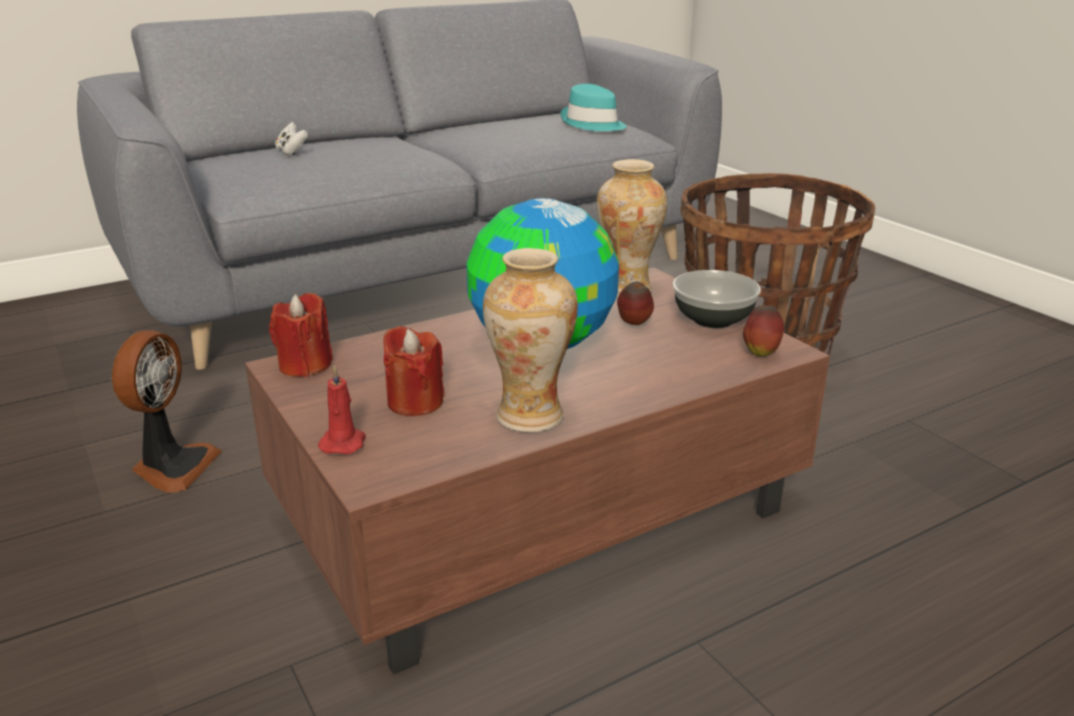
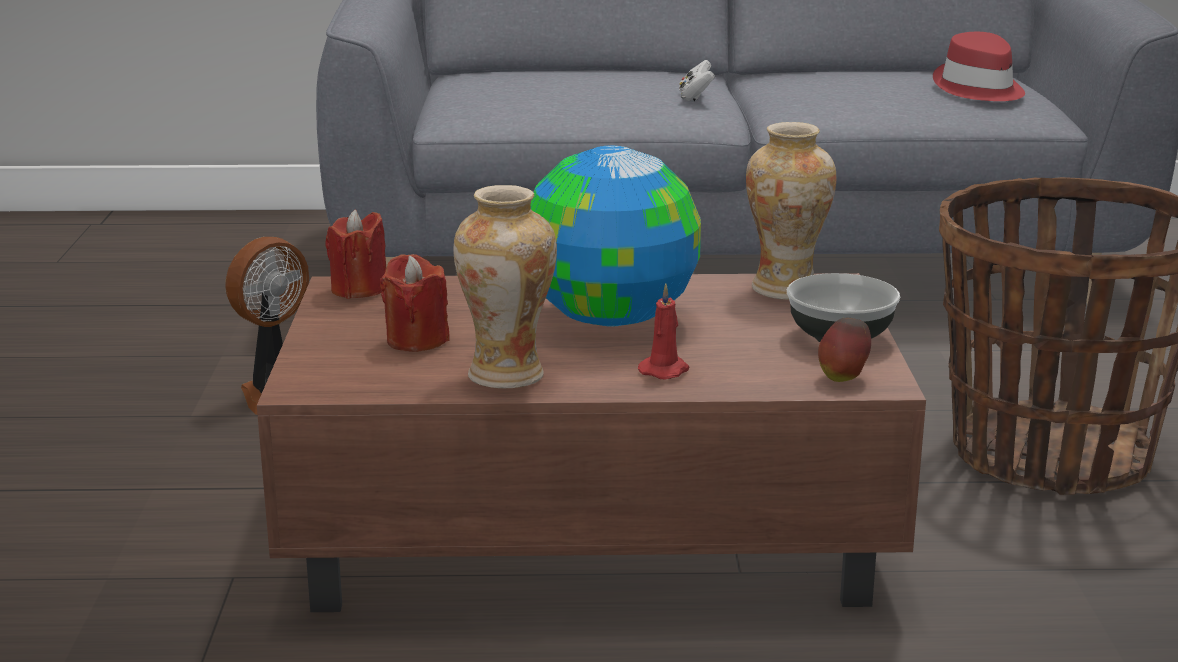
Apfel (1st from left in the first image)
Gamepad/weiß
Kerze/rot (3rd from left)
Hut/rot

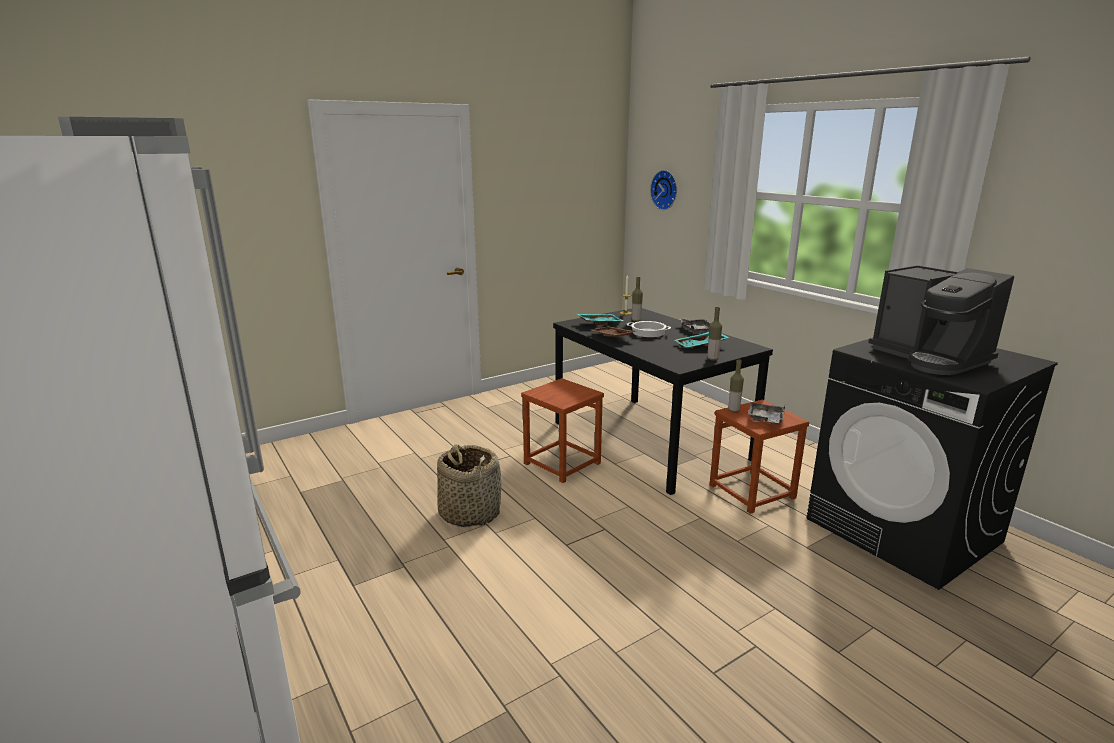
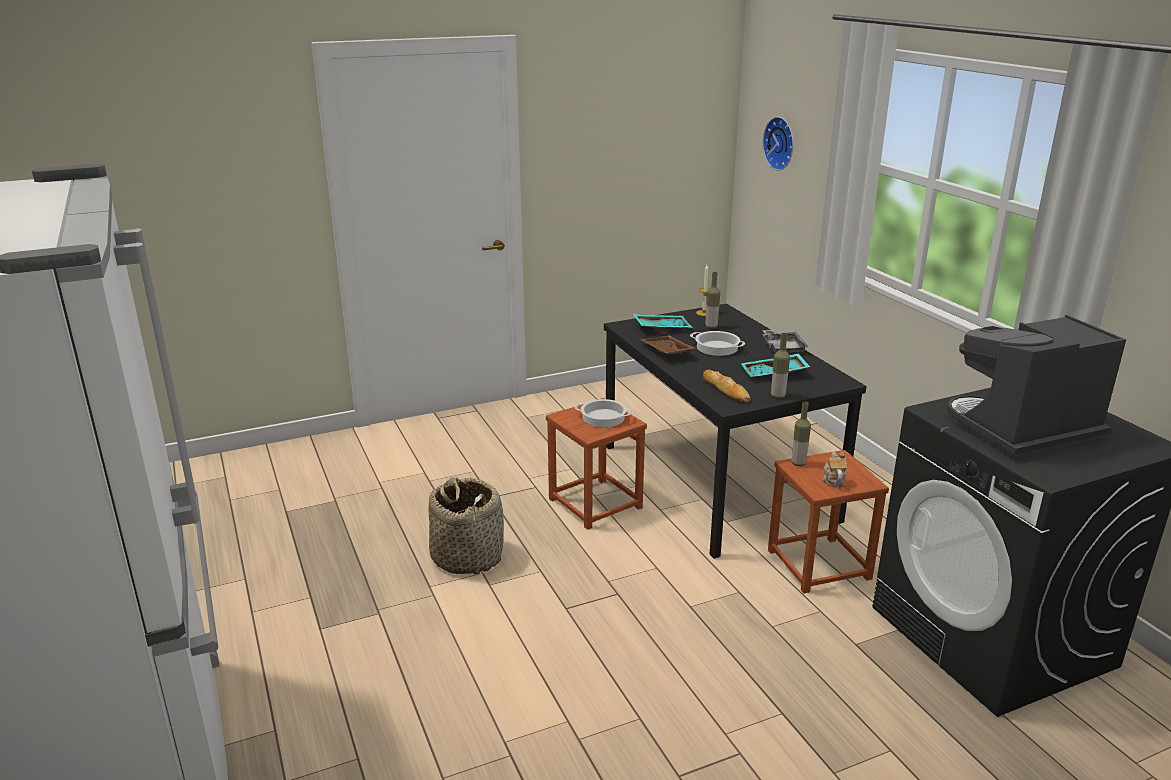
Kochtopf (1st from left)
Brot
Teekanne
Kaffeemaschine

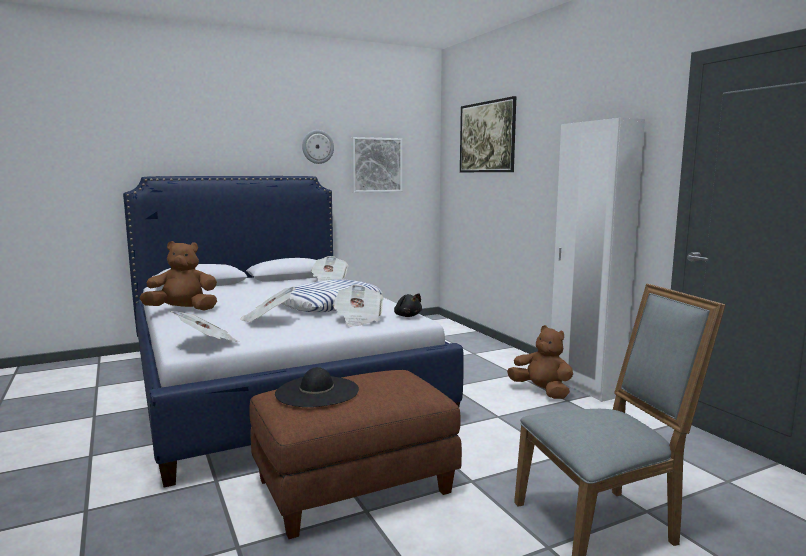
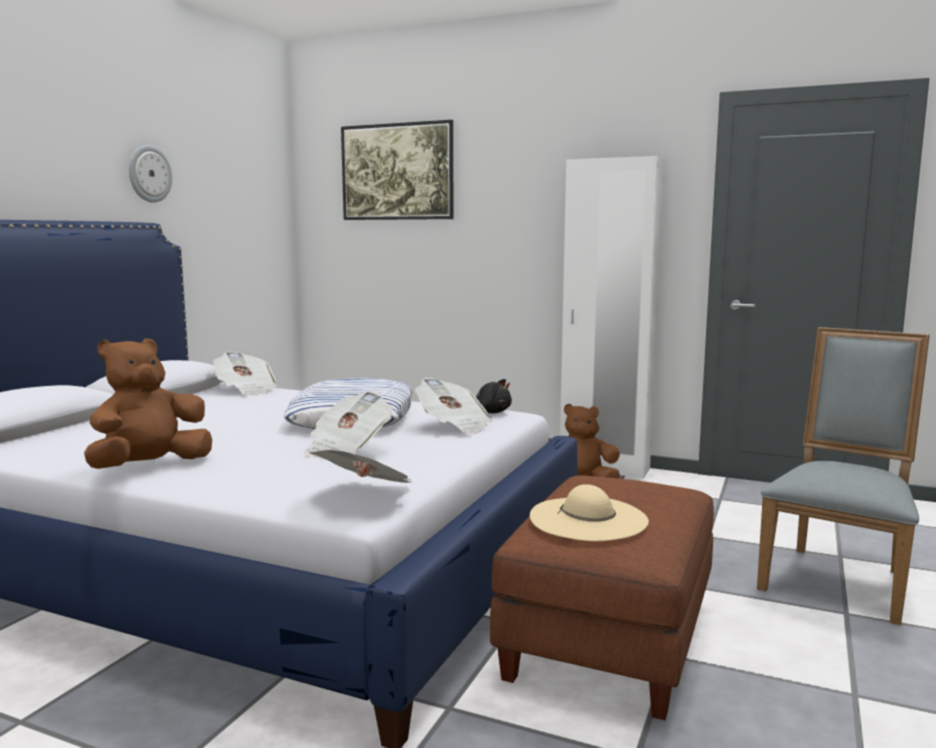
Bild (1st from left in the first image)
Hut/beige

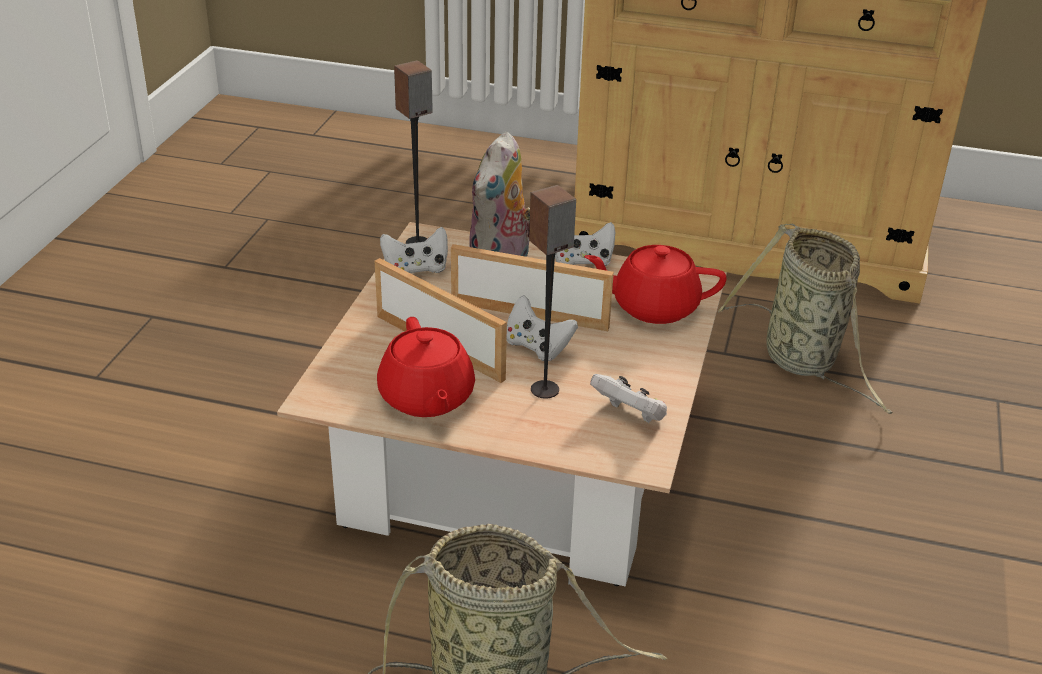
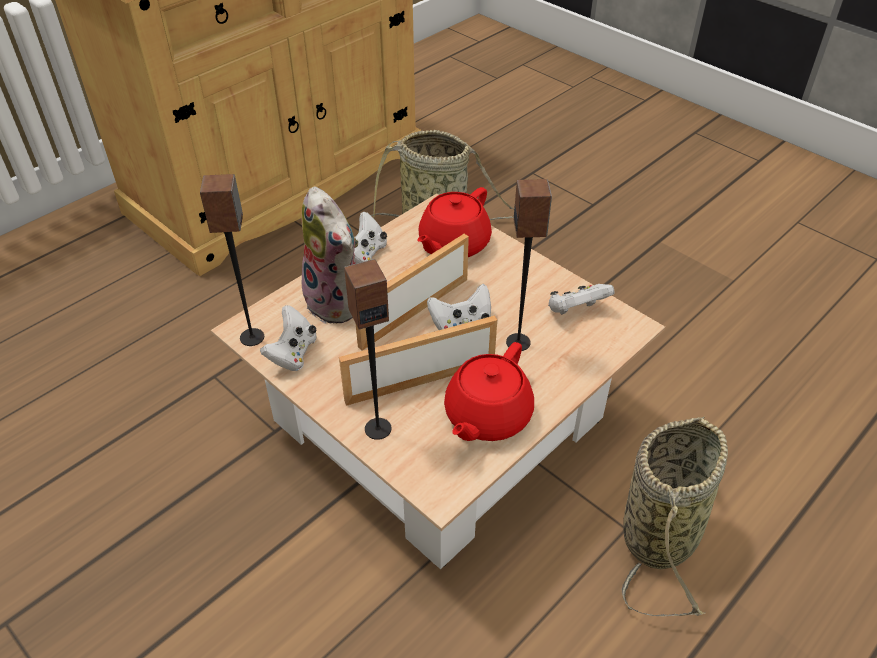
Lautsprecher (2nd from left)
Teekanne/rot (2nd from left)

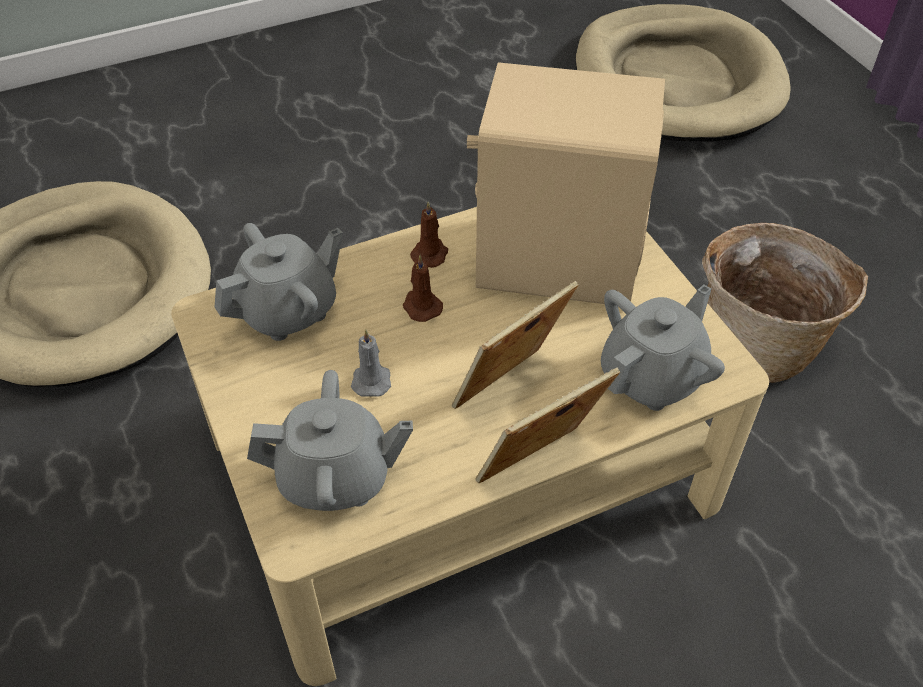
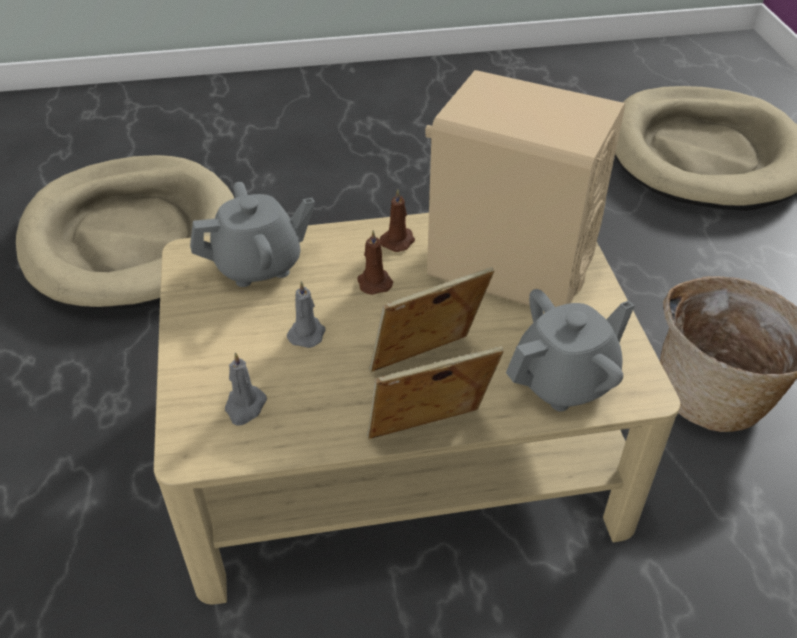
Kerze/grau (1st from left)

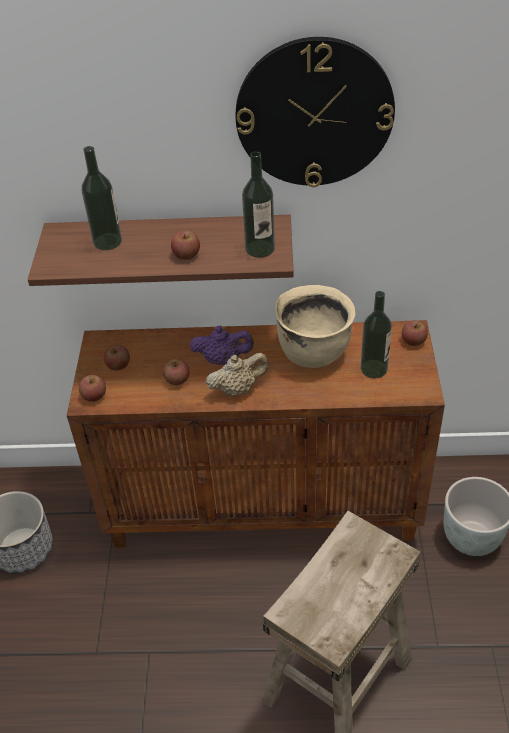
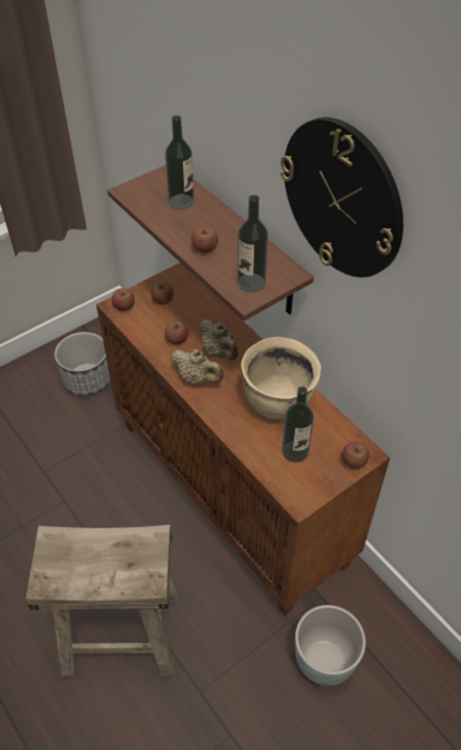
Teekanne/beige (2nd from left)

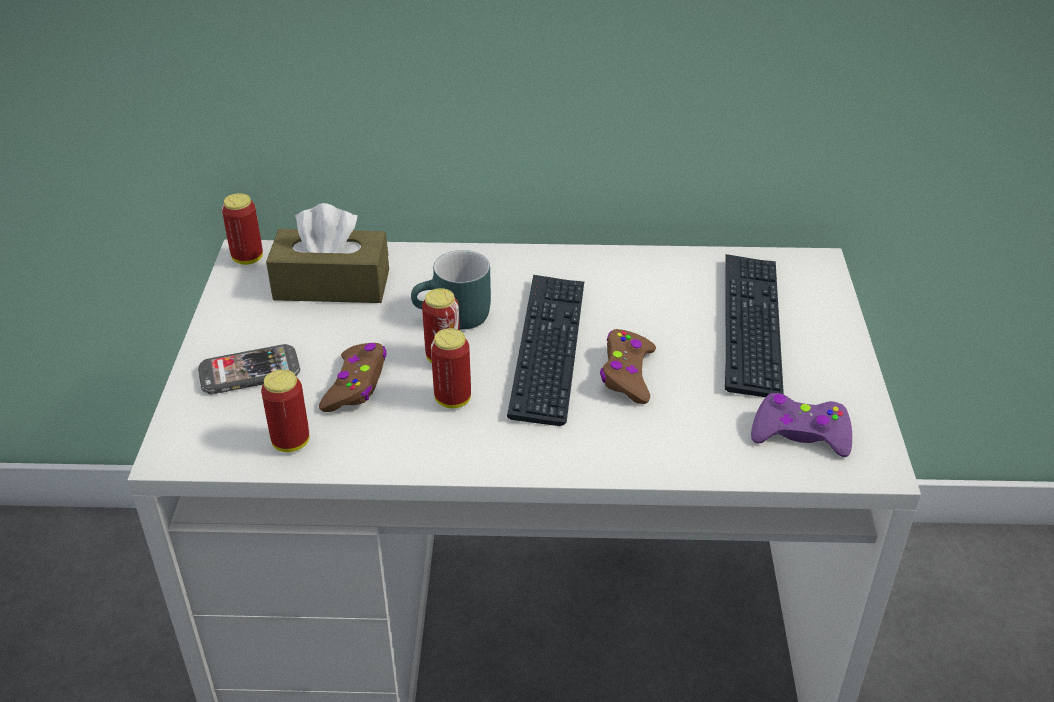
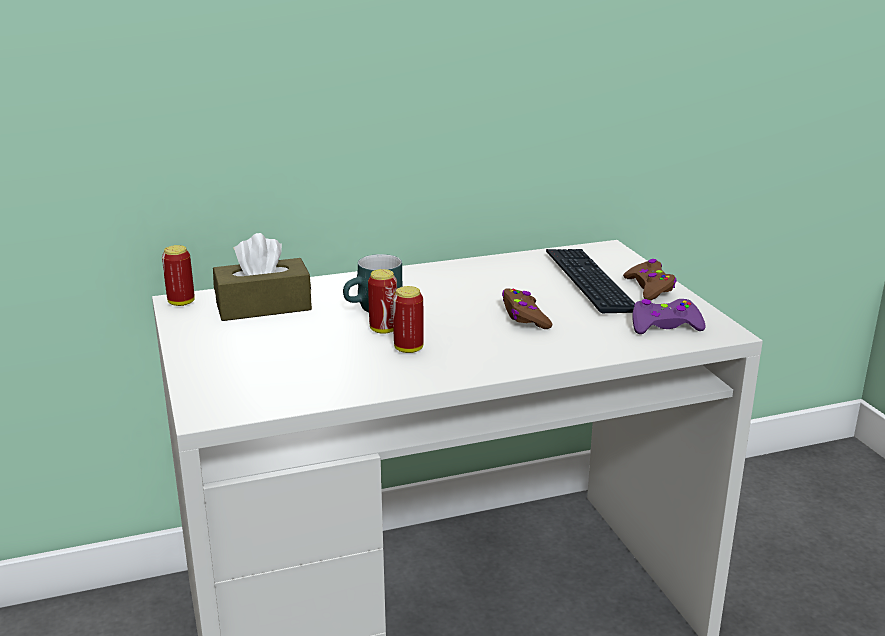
Handy
Dose (2nd from left in the first image)
Tastatur (1st from left in the first image)
Gamepad/braun (2nd from left)

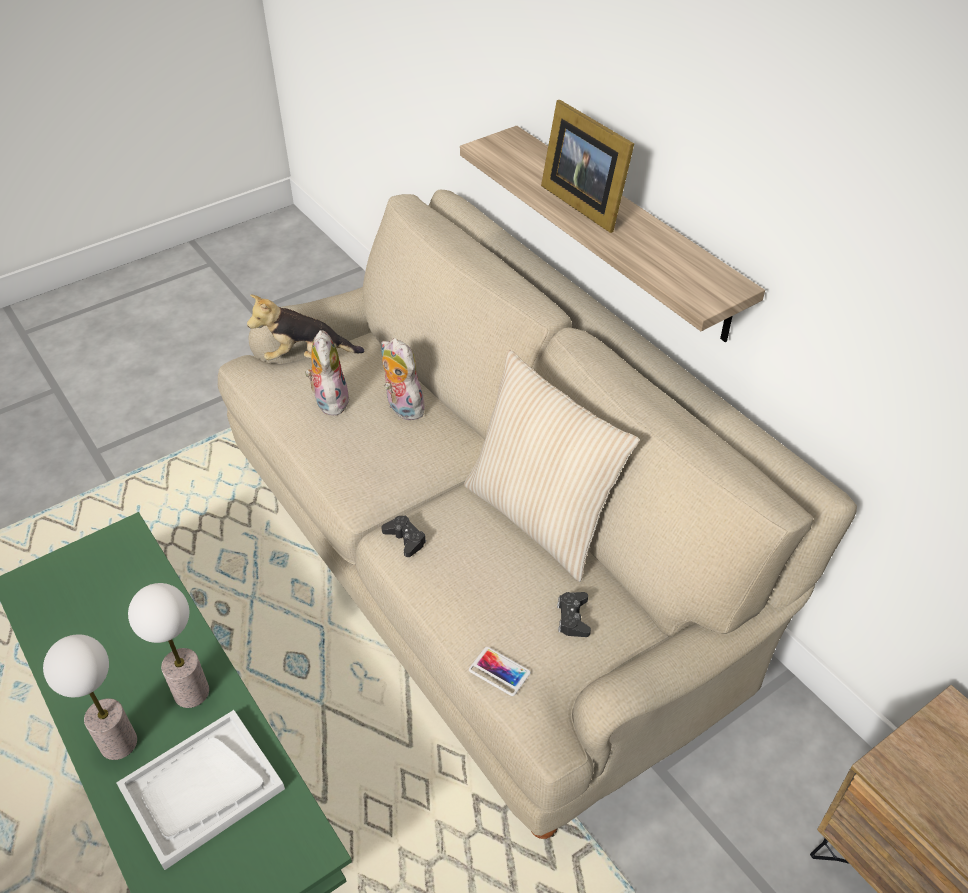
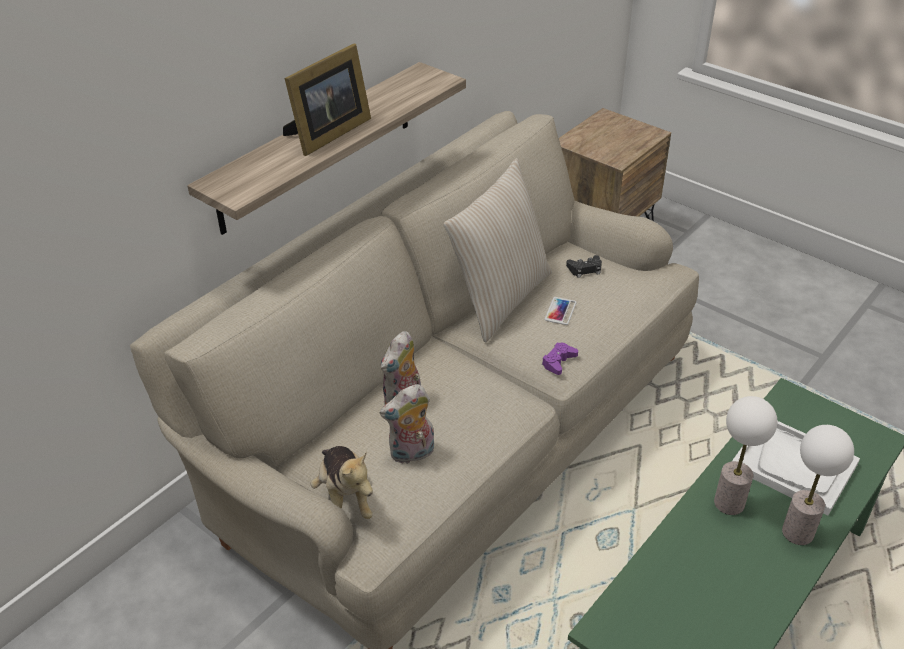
Handy
Gamepad/lila

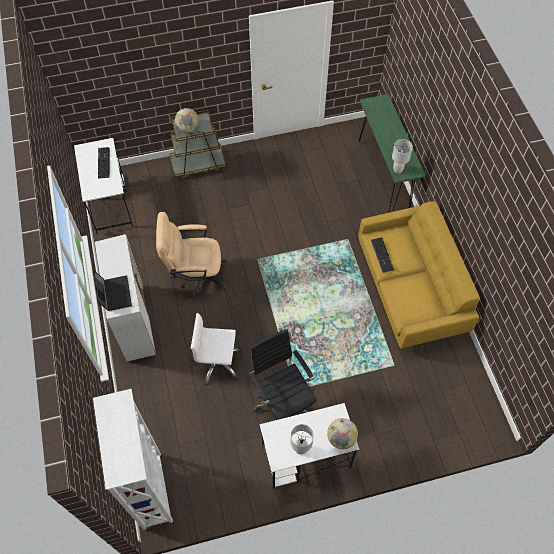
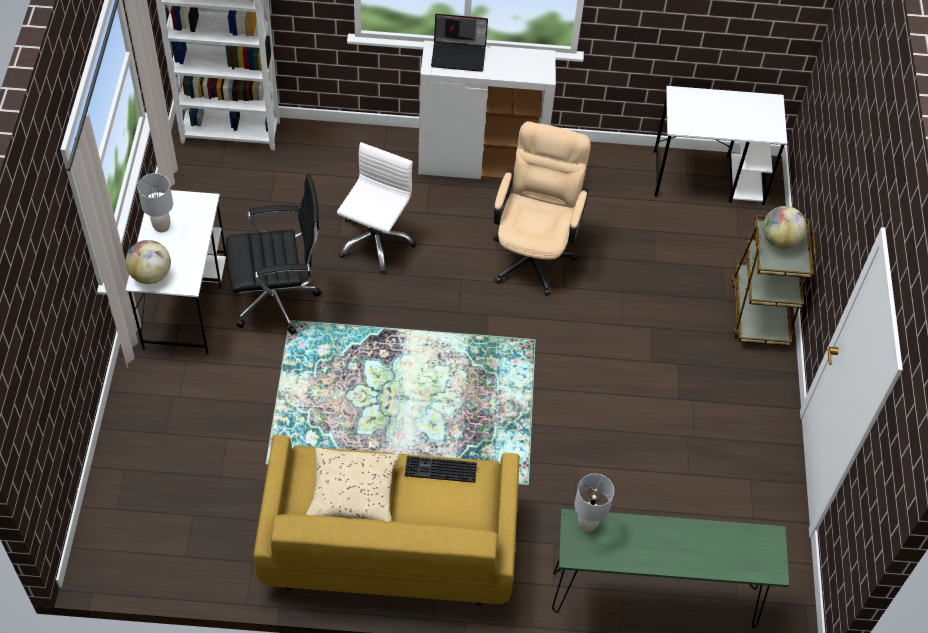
Tastatur (1st from left in the first image)
Kissen/beige

